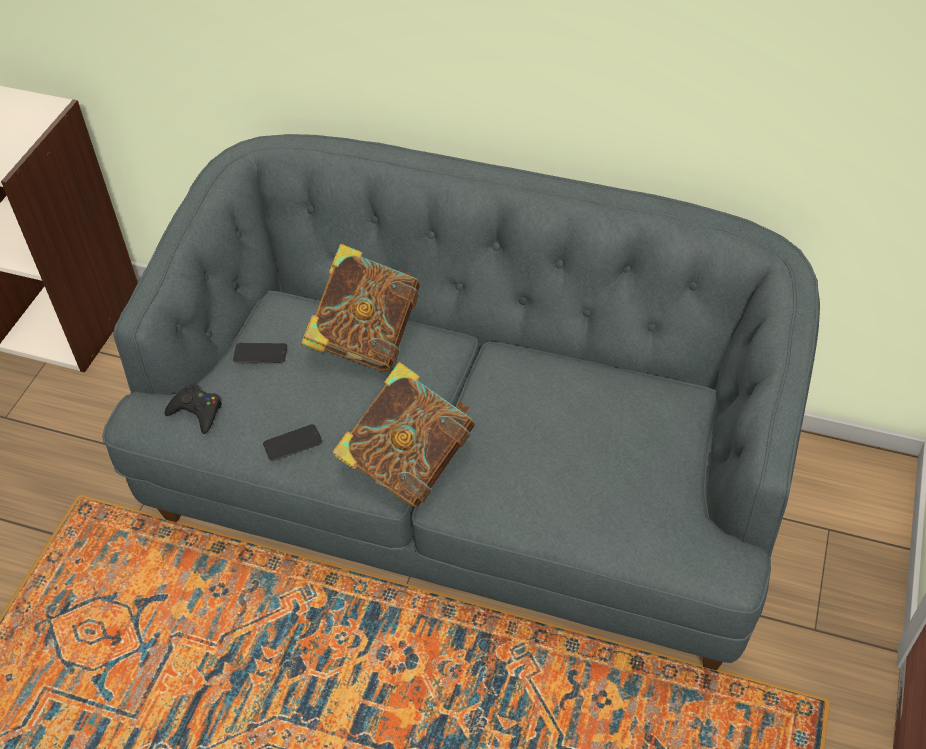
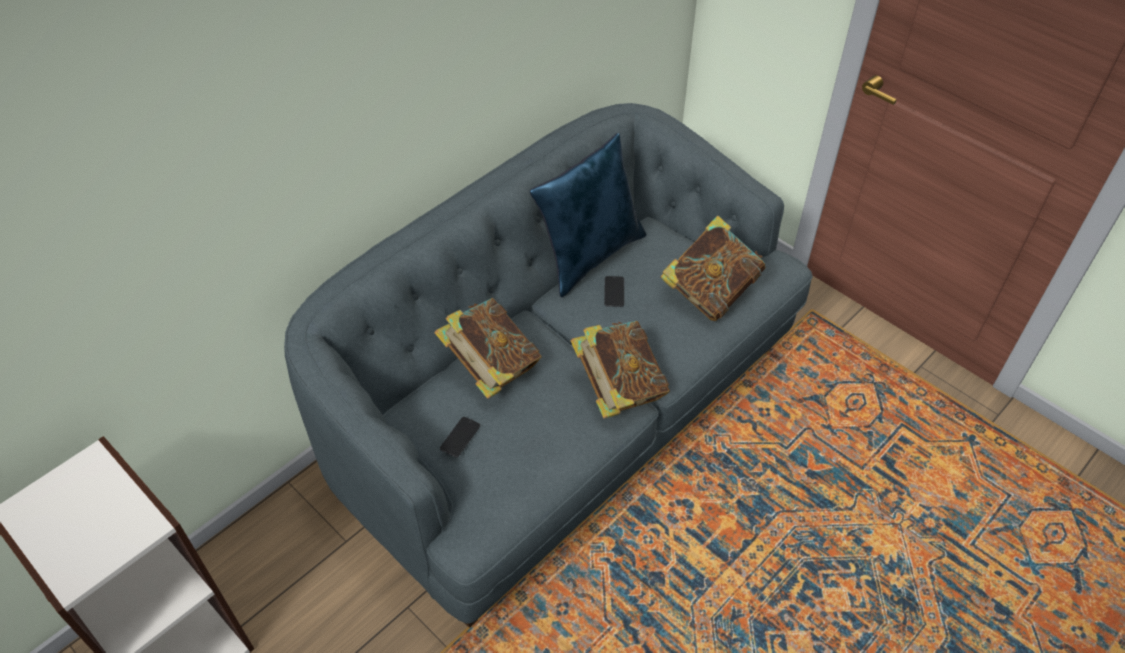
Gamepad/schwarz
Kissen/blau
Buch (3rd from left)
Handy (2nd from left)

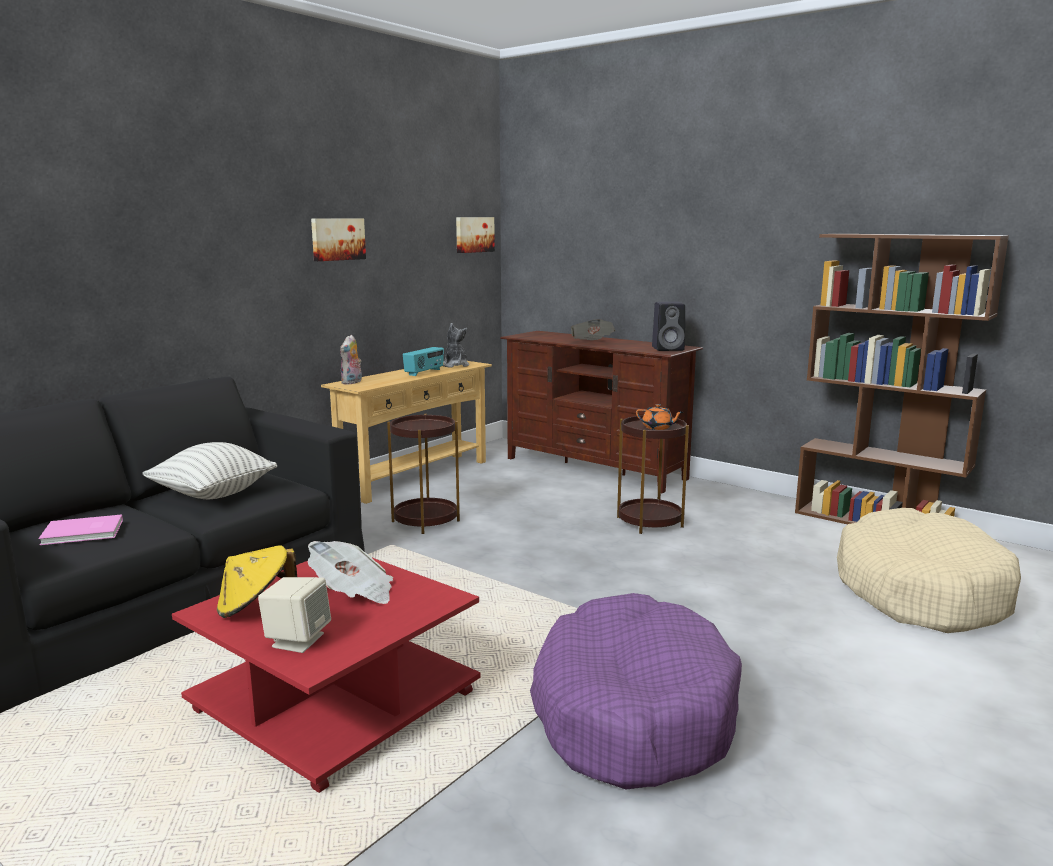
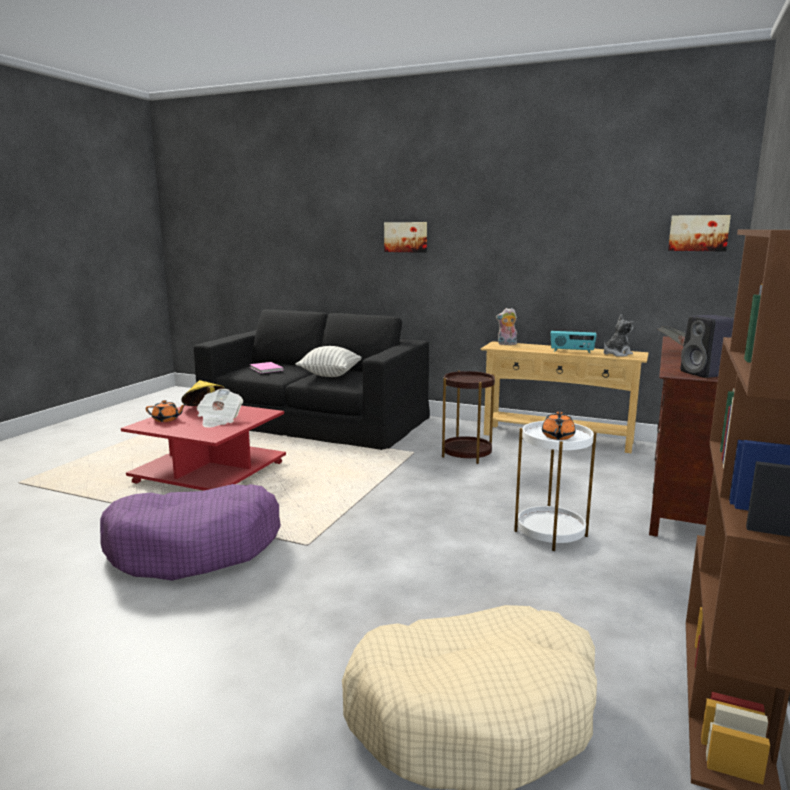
Bild (1st from left)
Teekanne/orange (1st from left)
Beistelltisch/weiß

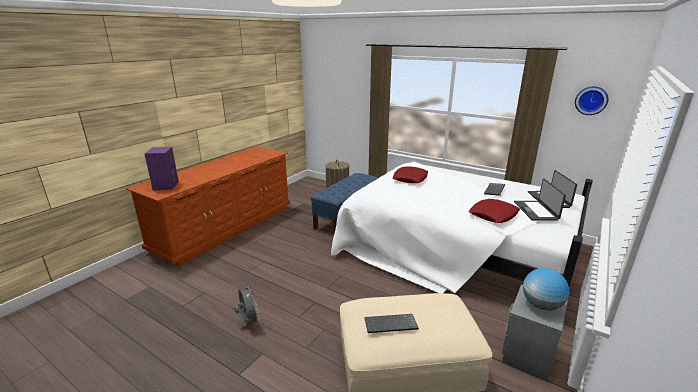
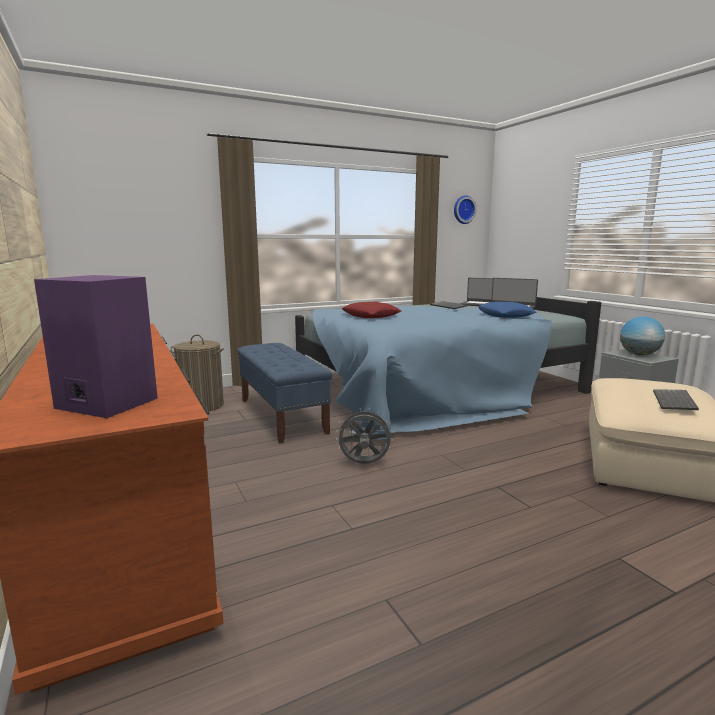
Ventilator/grau
Bett/blau
Kissen/blau

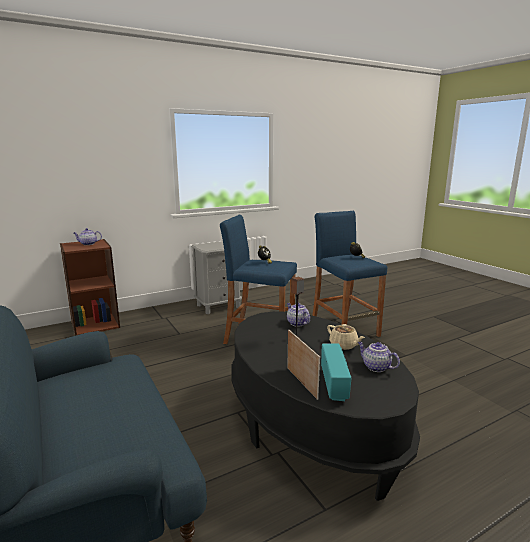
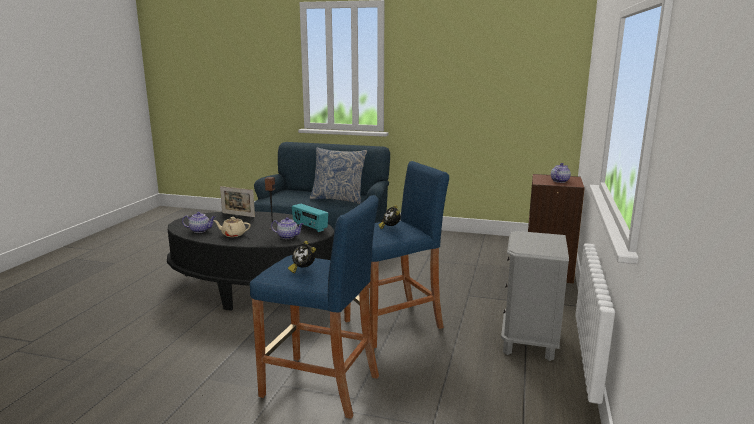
Kissen
Radio

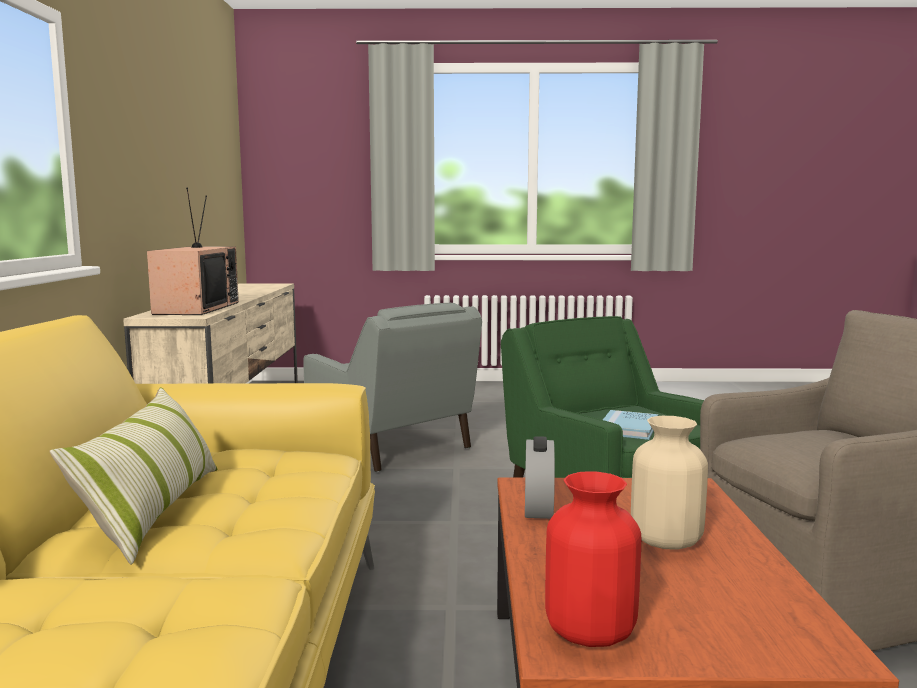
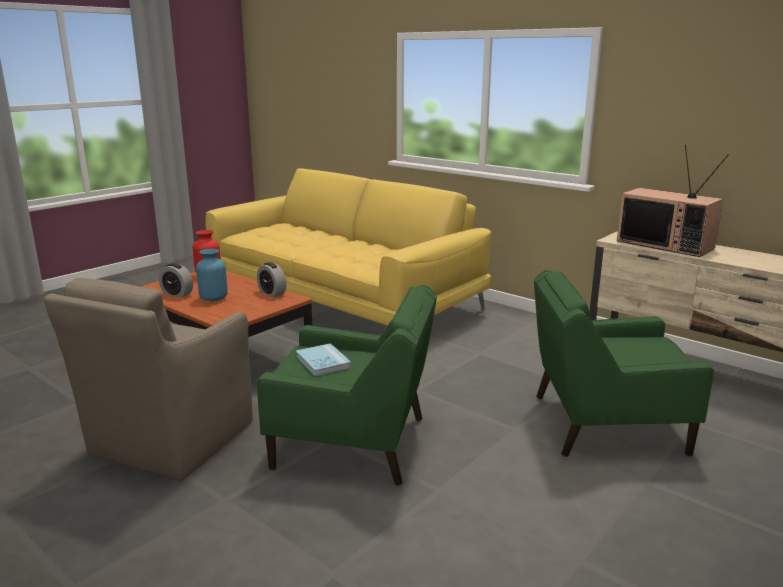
Kissen
Wecker (1st from left)
Sessel/grün (2nd from left)
Vase/blau

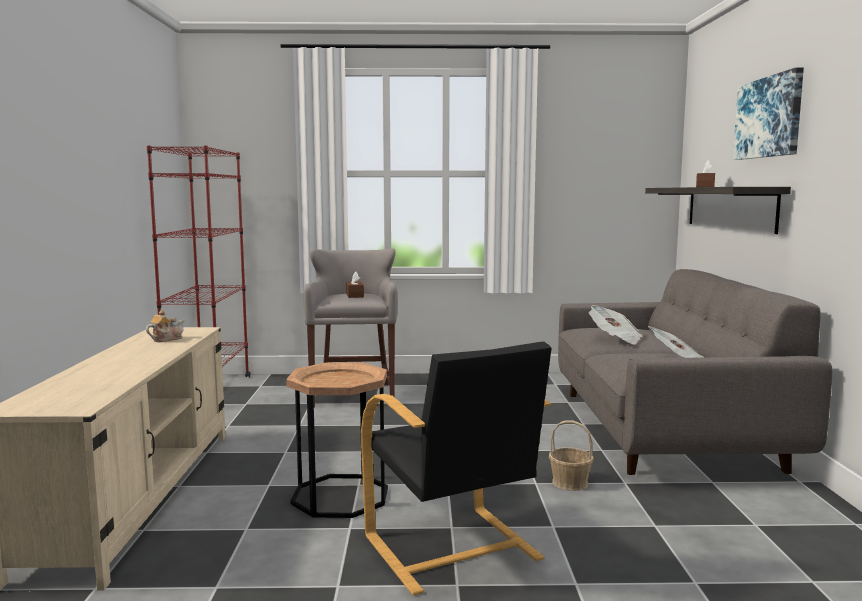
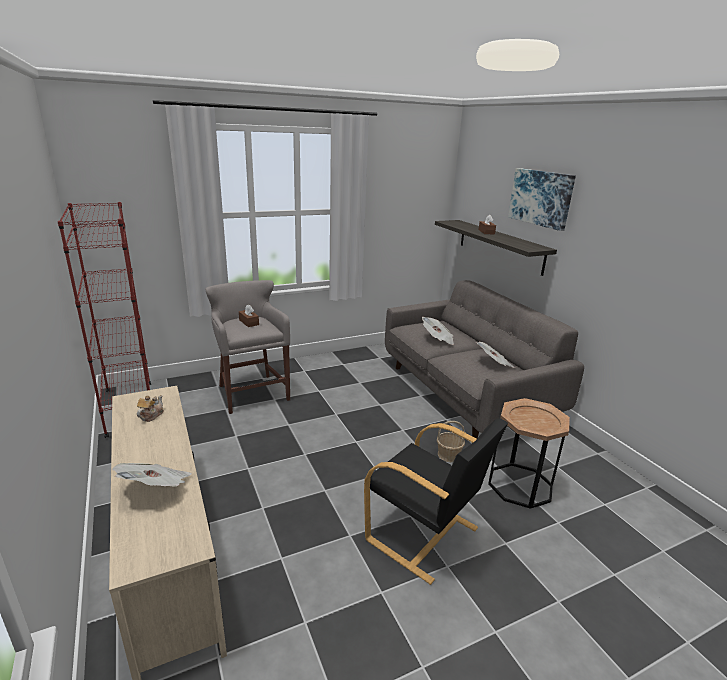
Zeitung (1st from left)
Beistelltisch/braun

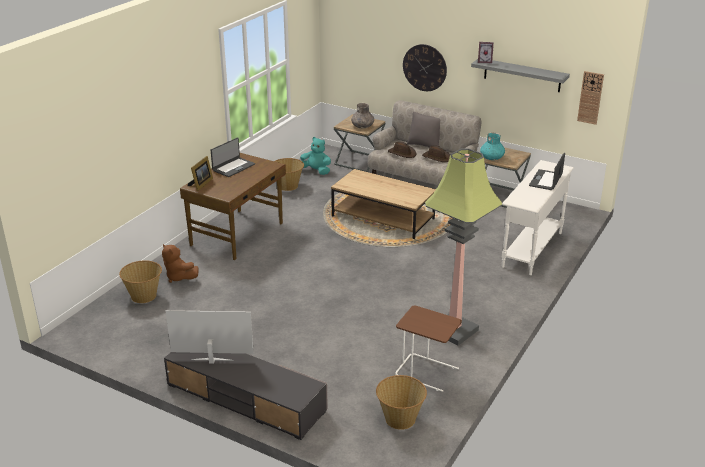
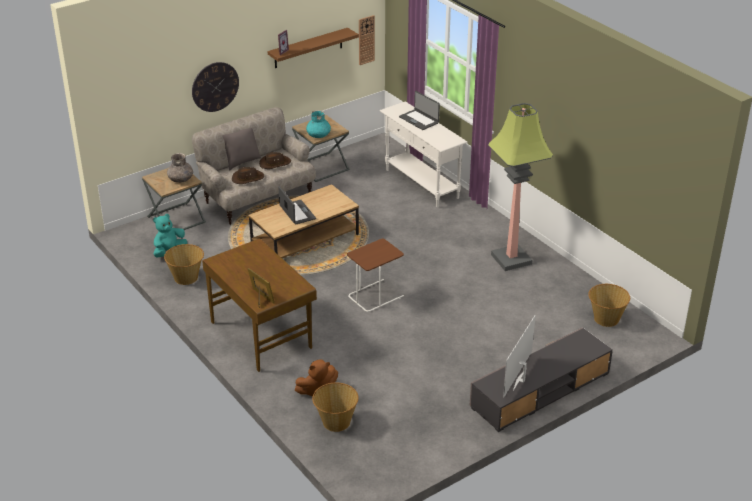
Laptop (1st from left)
Beistelltisch/braun (3rd from left)
Wandregal/braun

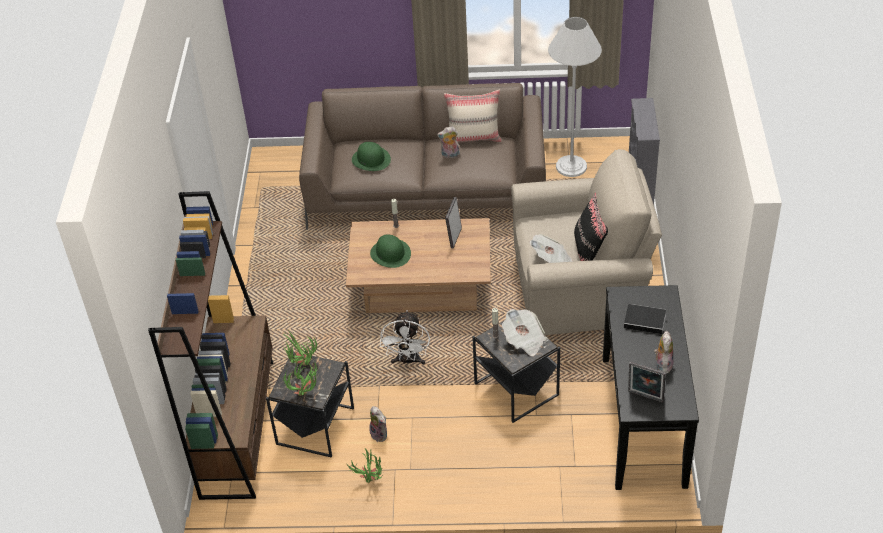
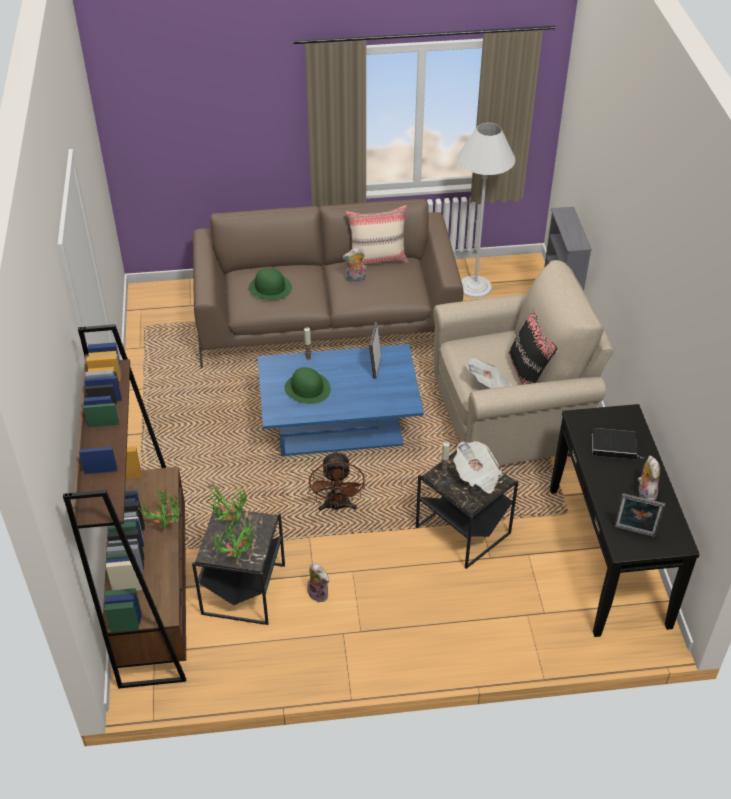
Topfpflanze (1st from left)
Couchtisch/blau
Ventilator/braun

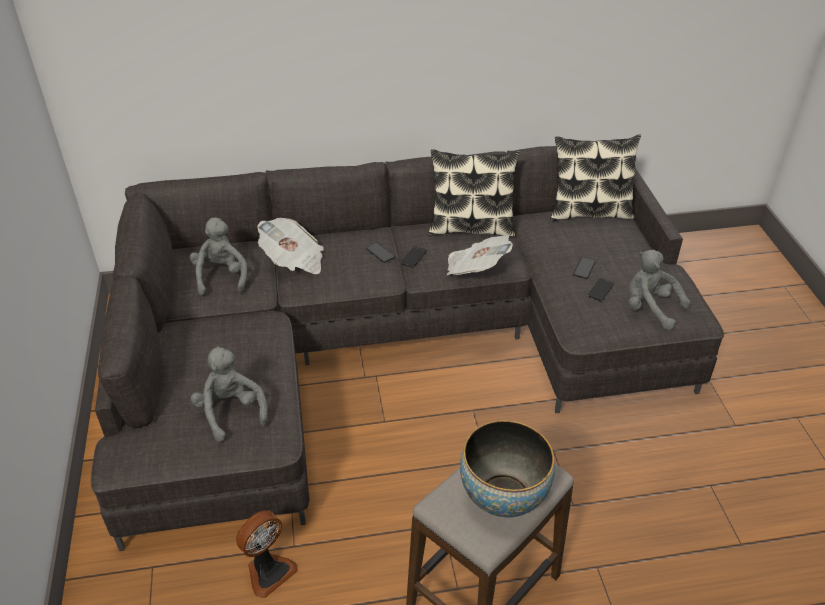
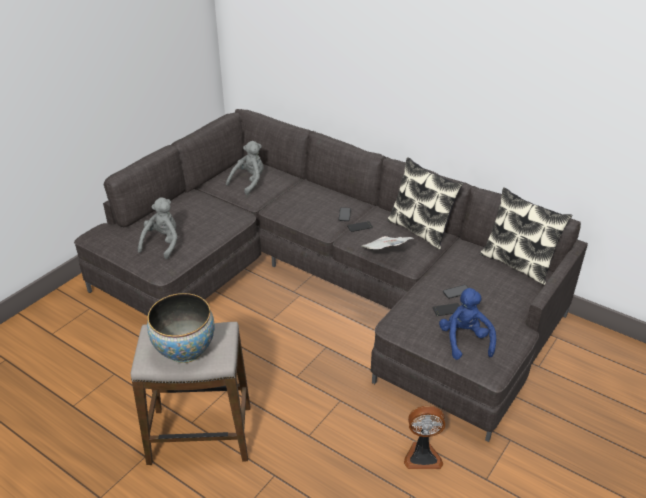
Zeitung (1st from left in the first image)
Ventilator
Plüschtier/blau

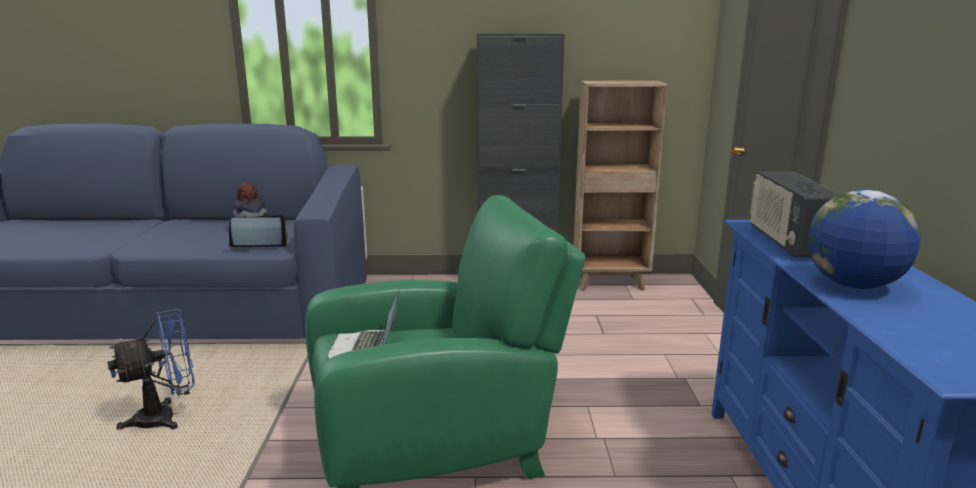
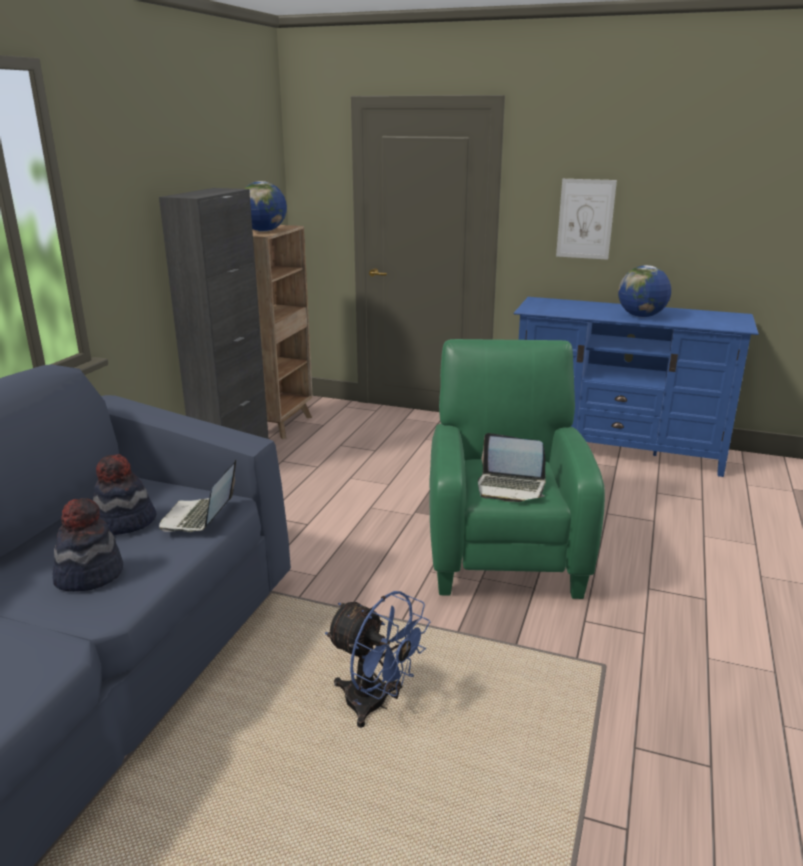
Radio
Hut (1st from left)
Globus (1st from left)
Bild
Ventilator/blau

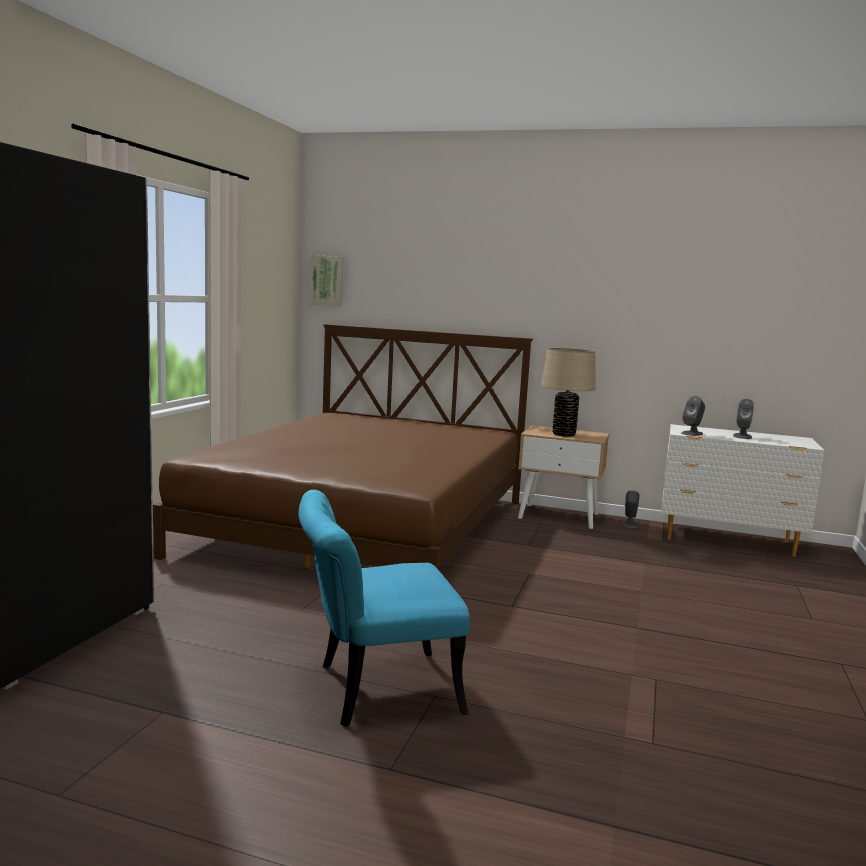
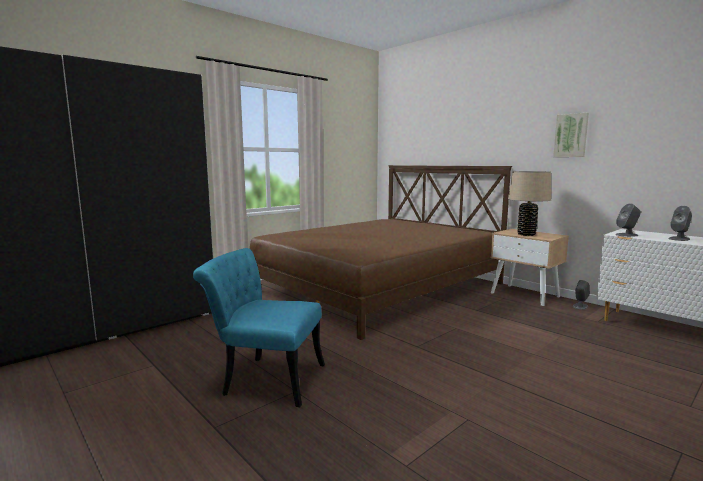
Bild

